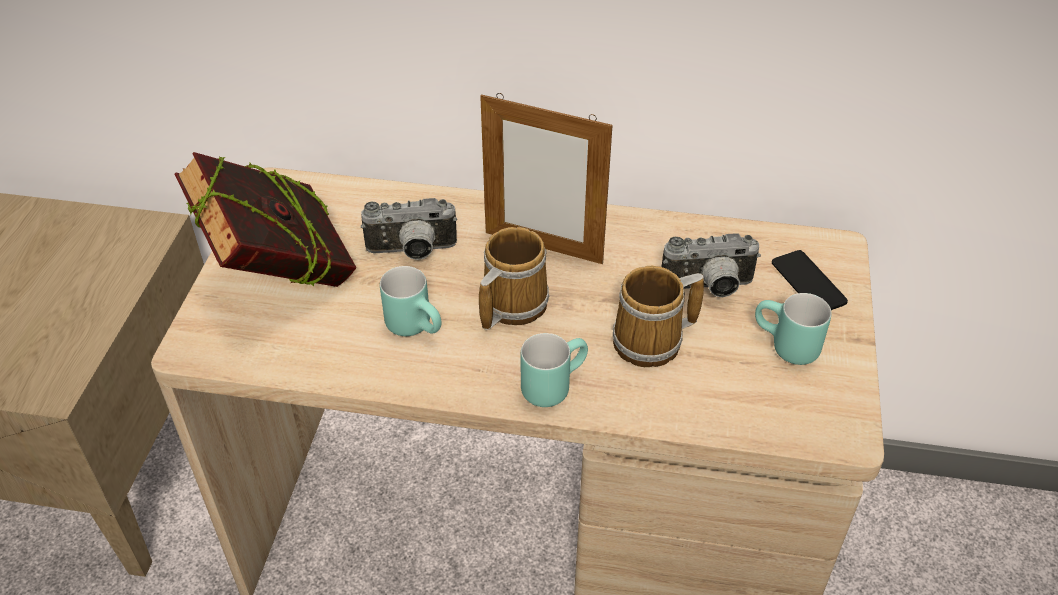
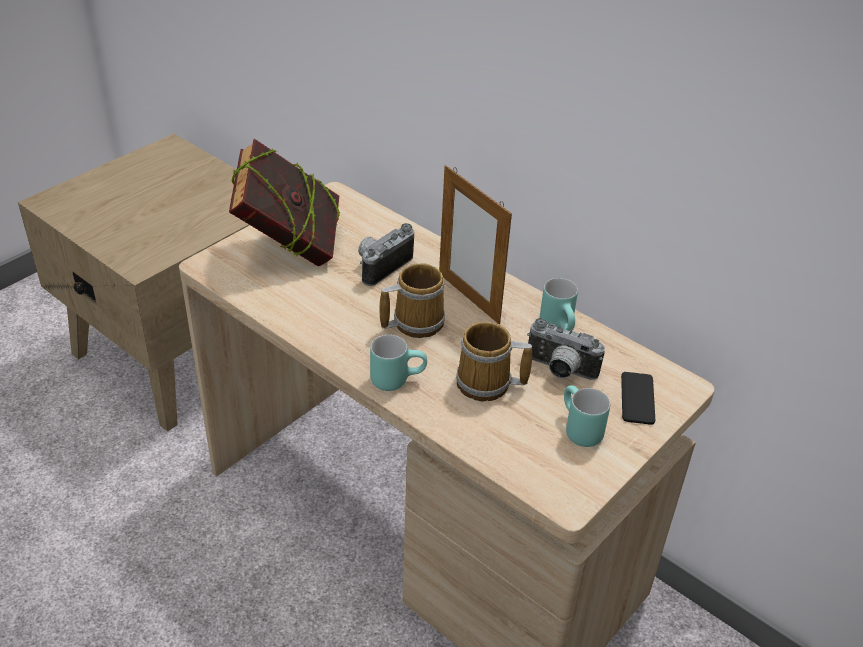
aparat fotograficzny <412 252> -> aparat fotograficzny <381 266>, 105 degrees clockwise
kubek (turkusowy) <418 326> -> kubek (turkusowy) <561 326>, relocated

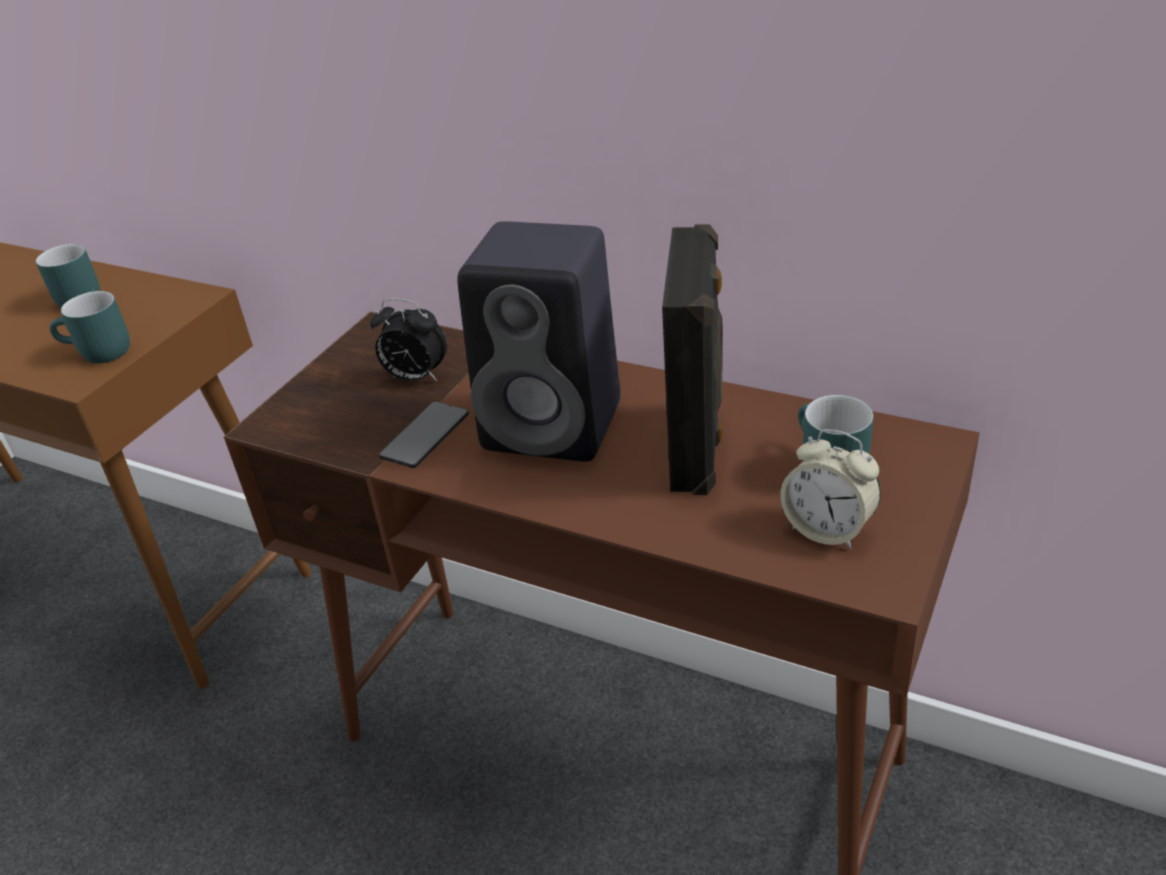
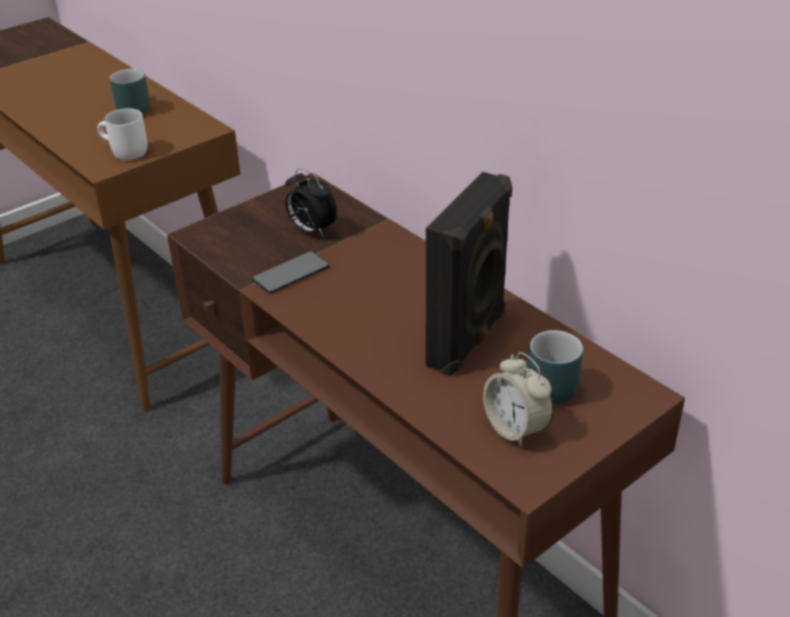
kubek (turkusowy) <98 354> -> kubek (biały) <124 153>
głośnik (czarny) <557 425> -> none

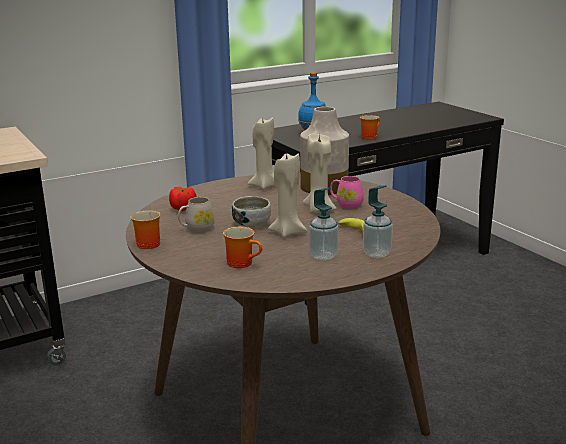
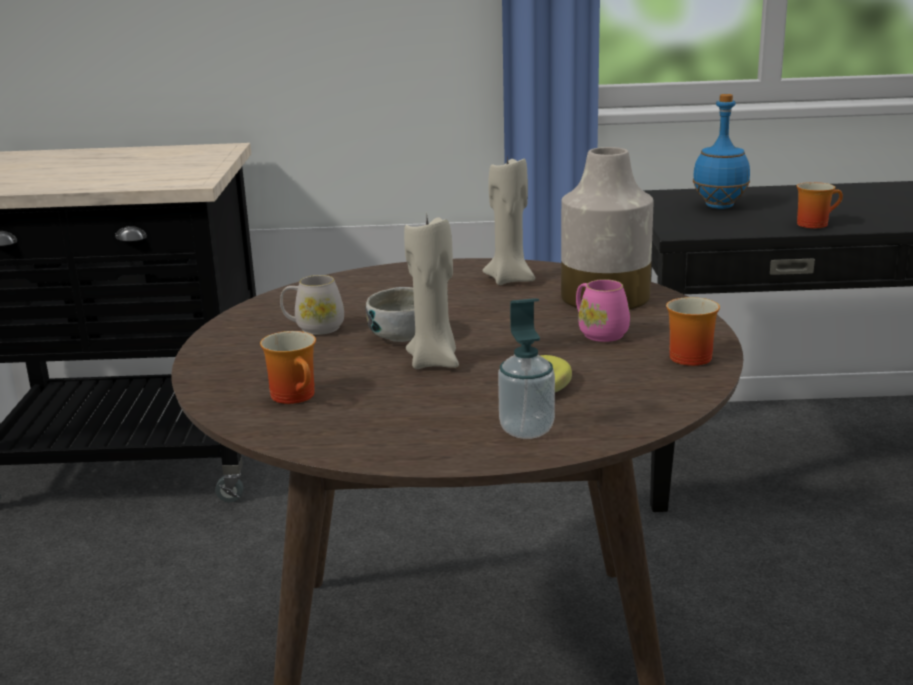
kubek <146 243> -> kubek <687 355>, relocated
pomidor <184 208> -> none
świeca (beżowy) <318 210> -> none
dozownik mydła <323 256> -> none

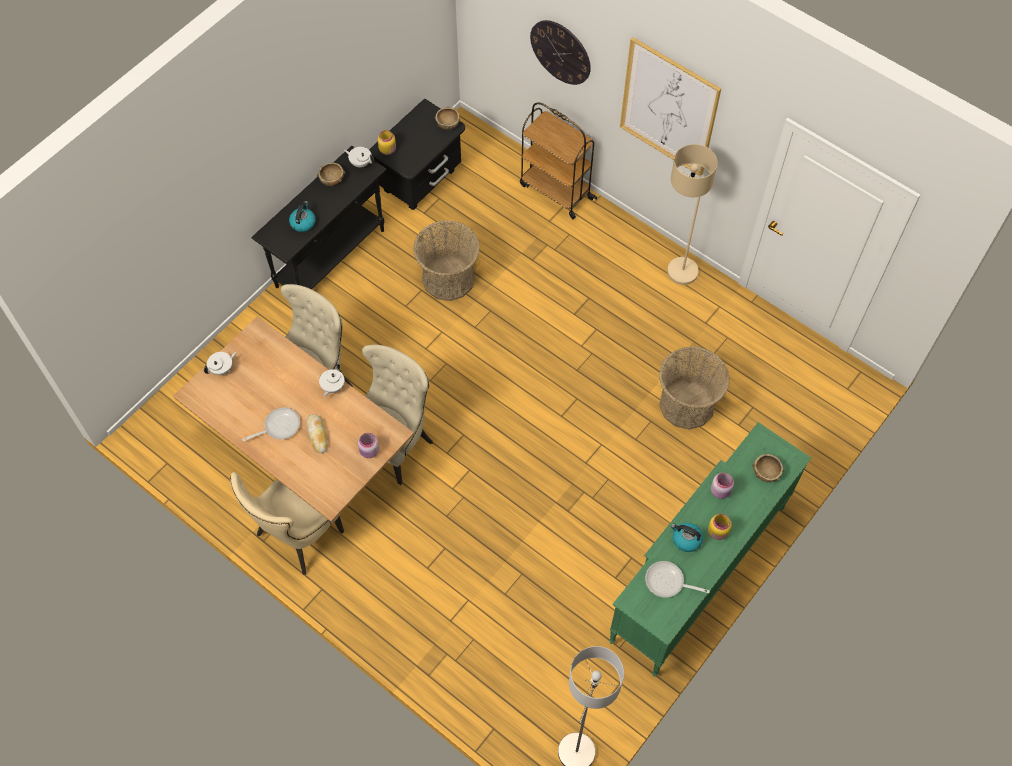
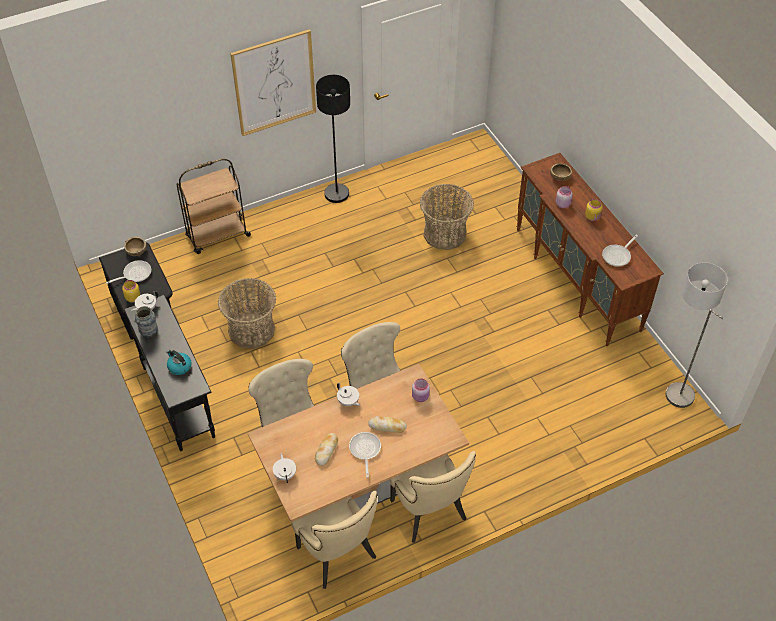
miska (brązowy) <332 179> -> wazon <149 333>
zegar ścienny <560 52> -> none
szafka (zielony) <696 573> -> szafka (brązowy) <576 279>
lampa stojąca (beżowy) <675 276> -> lampa stojąca (czarny) <338 199>
czajnik <686 539> -> none
none -> patelnia <134 274>
none -> krzesło (beżowy) <337 555>
none -> chleb <326 450>

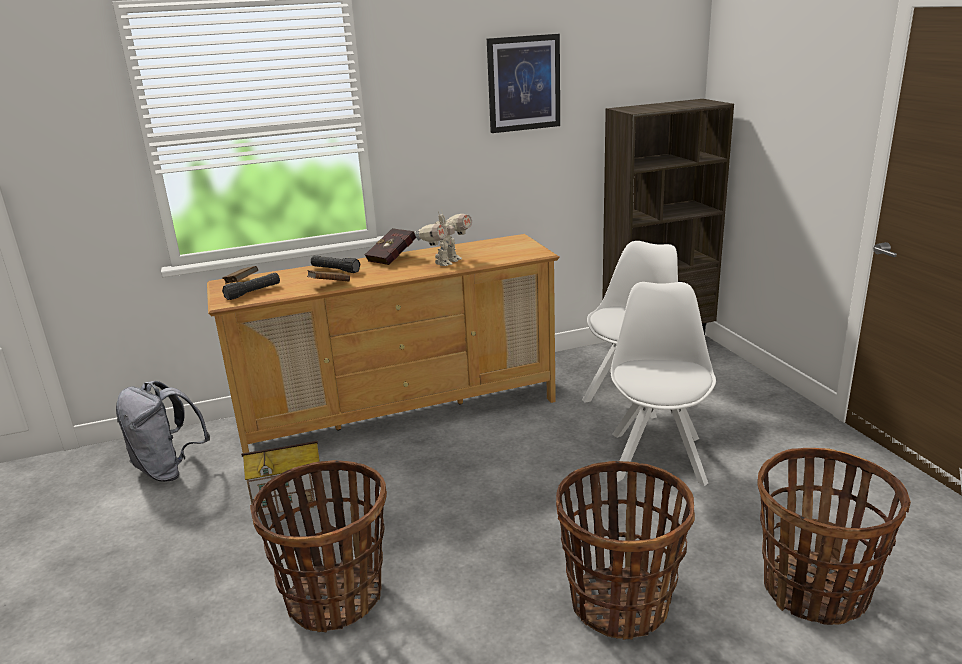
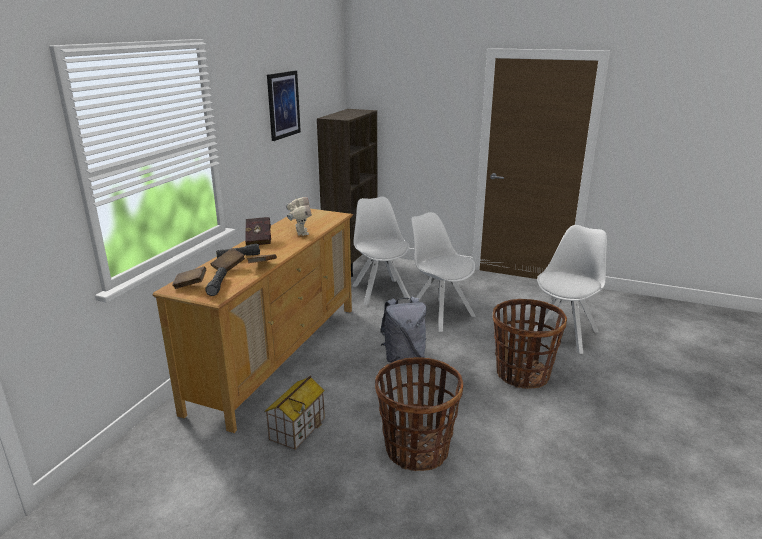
plecak (szary) <169 469> -> plecak (szary) <403 357>, relocated
koszyk <814 591> -> krzesło (biały) <564 334>
none -> książka (brązowy) <228 267>

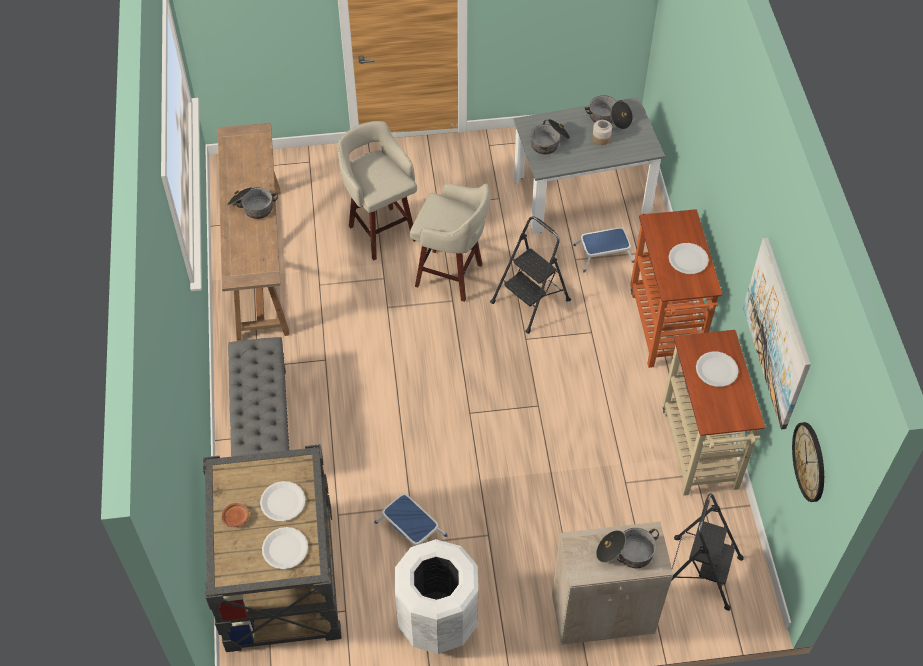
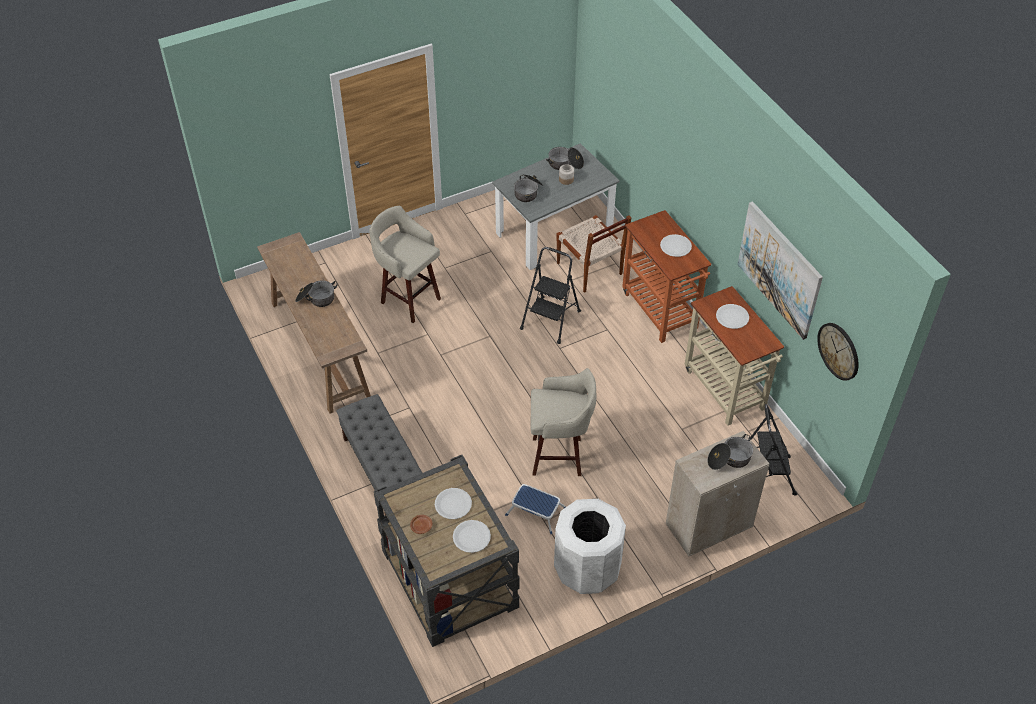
stołek (beżowy) <452 276> -> stołek (beżowy) <560 457>, relocated
drabinka (niebieski) <603 253> -> krzesło <590 270>

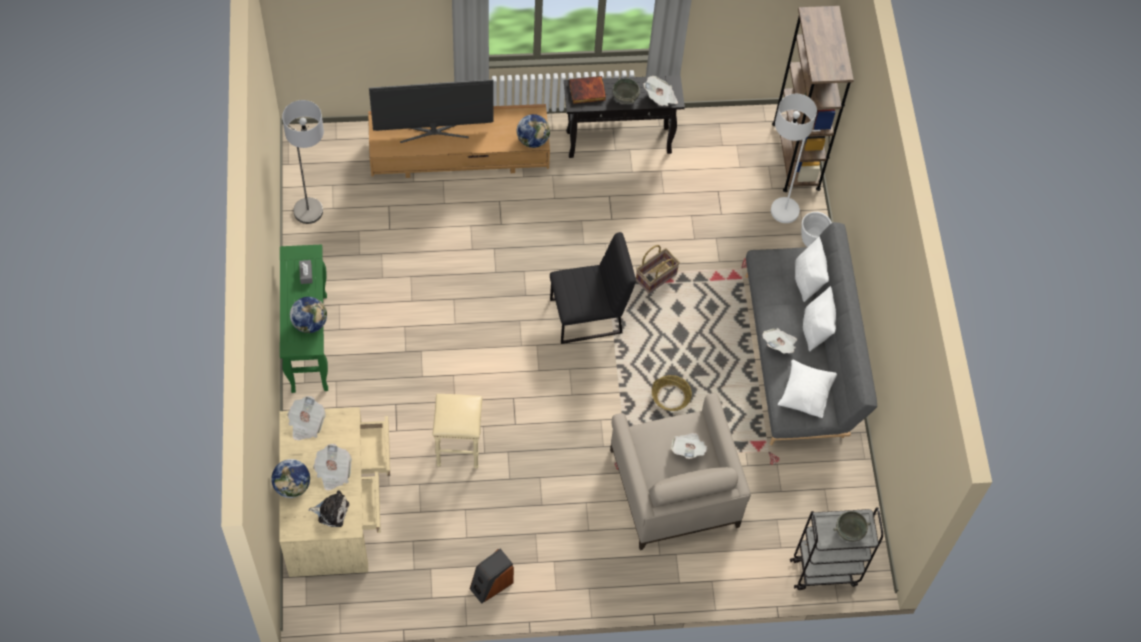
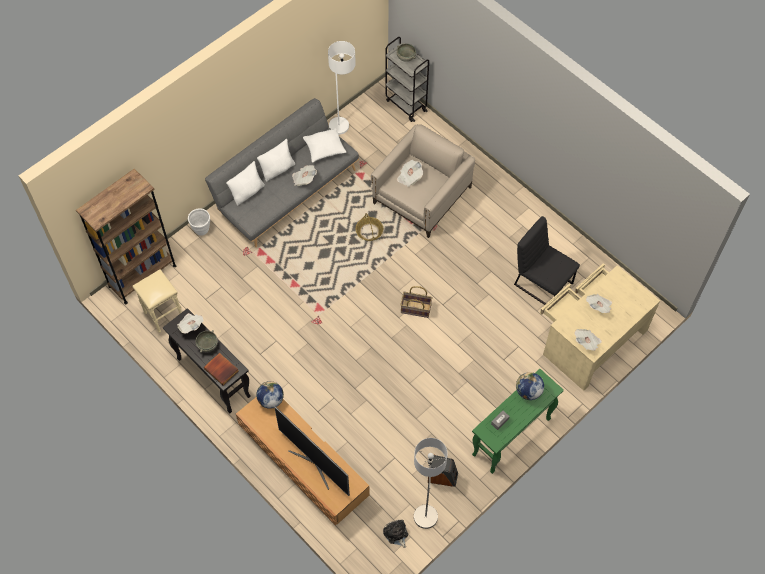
globus <293 486> -> none
pluszak <331 511> -> pluszak <396 534>, relocated
stołek (beżowy) <459 448> -> stołek (beżowy) <162 315>, relocated
głośnik <491 584> -> głośnik <442 477>, relocated
krzesło (czarny) <588 316> -> krzesło (czarny) <542 282>, relocated
koszyk <656 276> -> koszyk <415 309>, relocated
lampa stojąca (biały) <776 211> -> lampa stojąca (biały) <343 130>, relocated

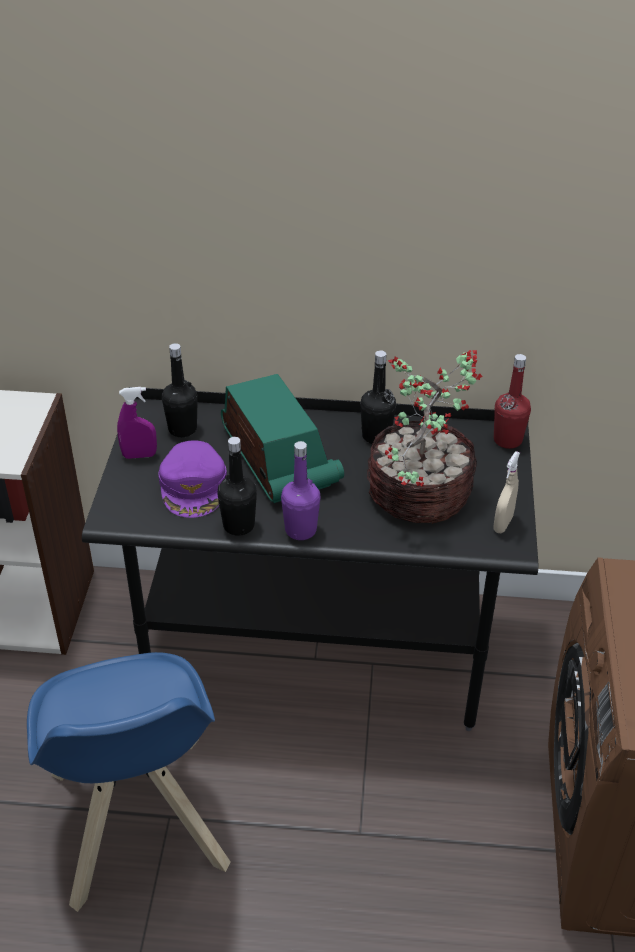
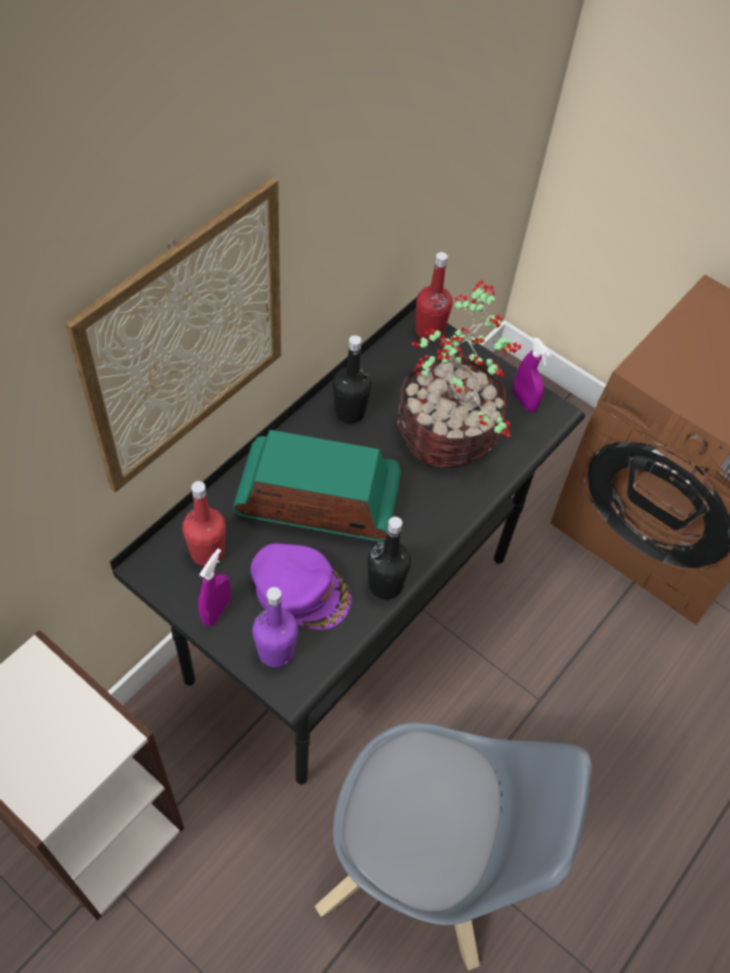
krzesło (niebieski) <138 824> -> krzesło (szary) <423 866>
butelka (czarny) <182 429> -> butelka (czerwony) <207 552>
butelka (fioletowy) <300 530> -> butelka (fioletowy) <276 651>, relocated
spryskiwacz (beżowy) <503 524> -> spryskiwacz (fioletowy) <524 401>
none -> obraz <186 337>

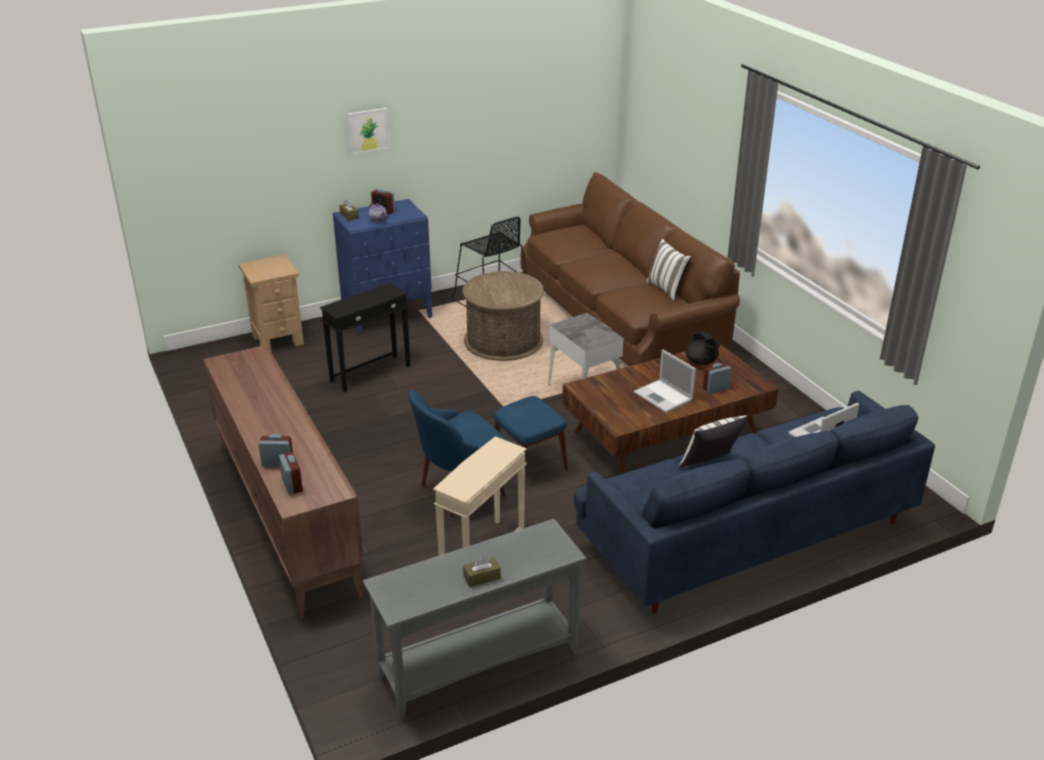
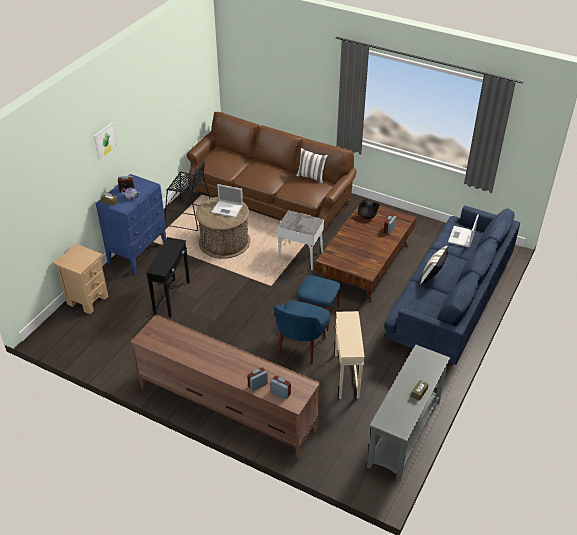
laptop <664 396> -> laptop <227 209>, relocated

